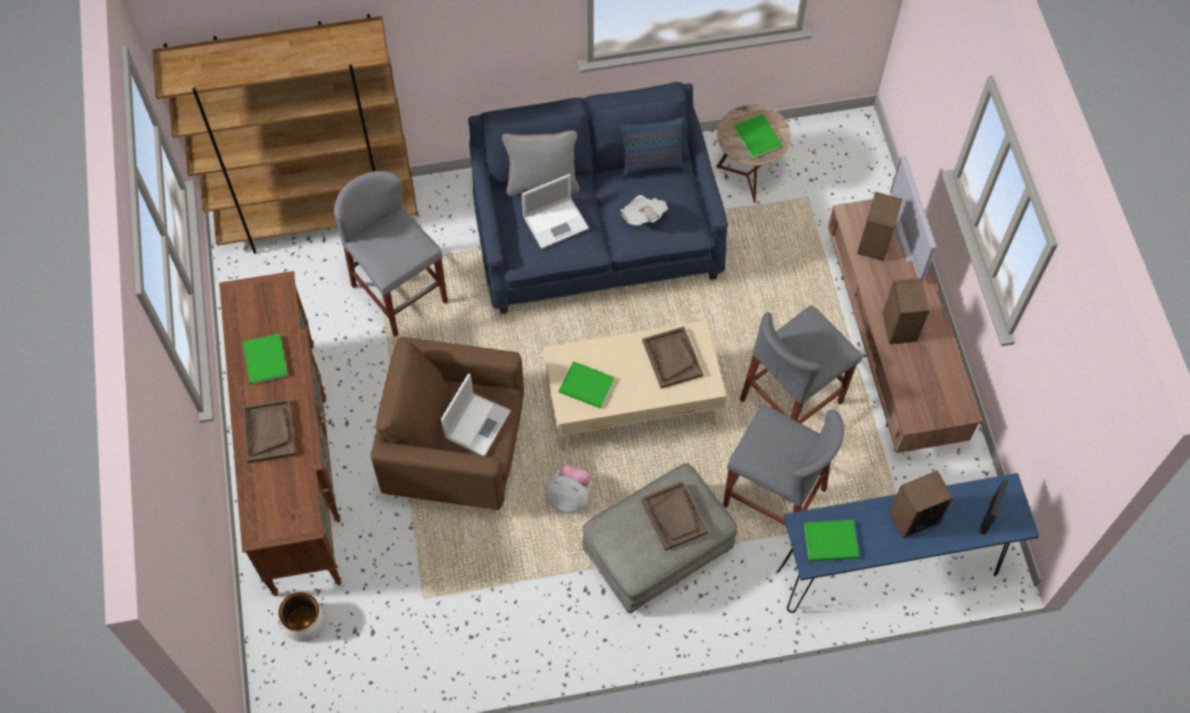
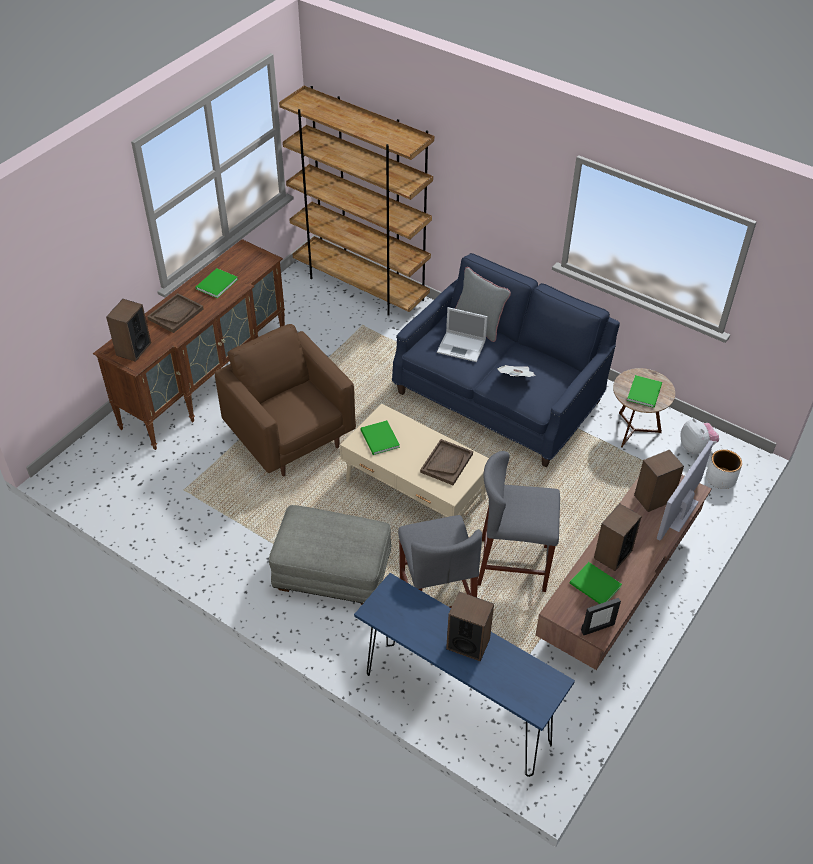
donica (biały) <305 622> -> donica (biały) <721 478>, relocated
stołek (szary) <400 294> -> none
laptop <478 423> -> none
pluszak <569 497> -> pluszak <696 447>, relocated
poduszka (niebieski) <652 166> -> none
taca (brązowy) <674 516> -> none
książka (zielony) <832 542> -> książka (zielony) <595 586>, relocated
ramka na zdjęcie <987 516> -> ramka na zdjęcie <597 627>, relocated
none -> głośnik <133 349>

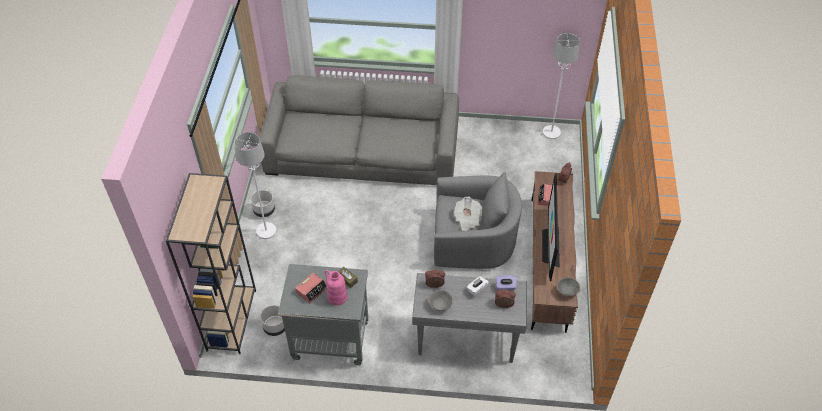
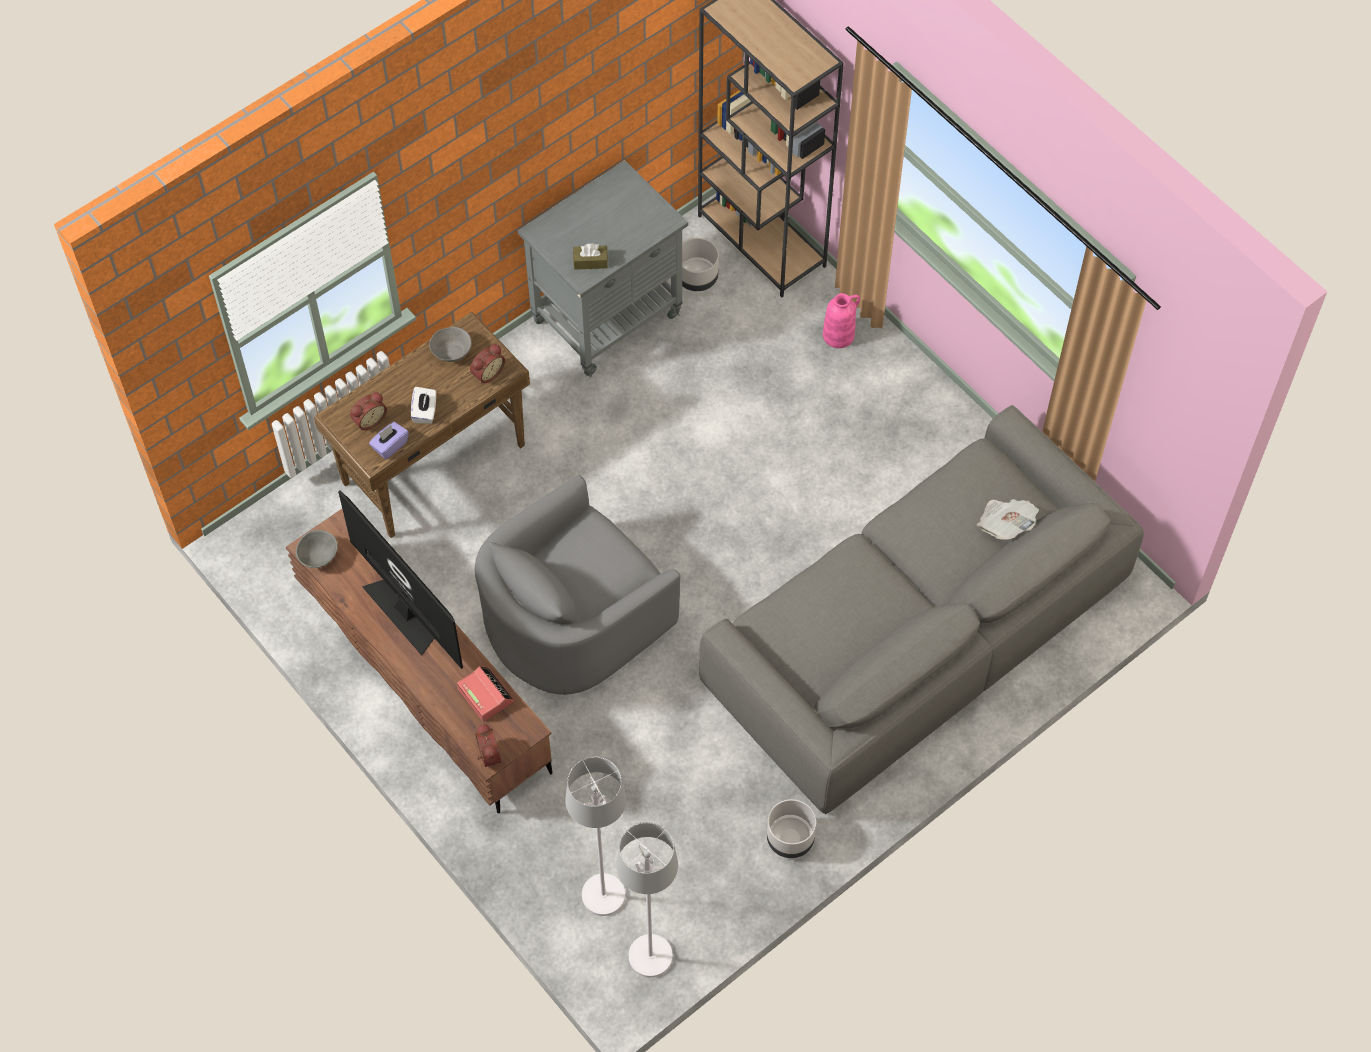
lampa stojąca (biały) <266 231> -> lampa stojąca (biały) <603 895>, relocated
donica (szary) <264 210> -> donica (szary) <790 839>, relocated
budzik <311 290> -> none
wazon (różowy) <337 297> -> wazon (różowy) <839 335>, relocated
stolik konsolowy (szary) <465 339> -> stolik konsolowy (brązowy) <434 463>
gazeta <467 219> -> gazeta <1005 524>, relocated

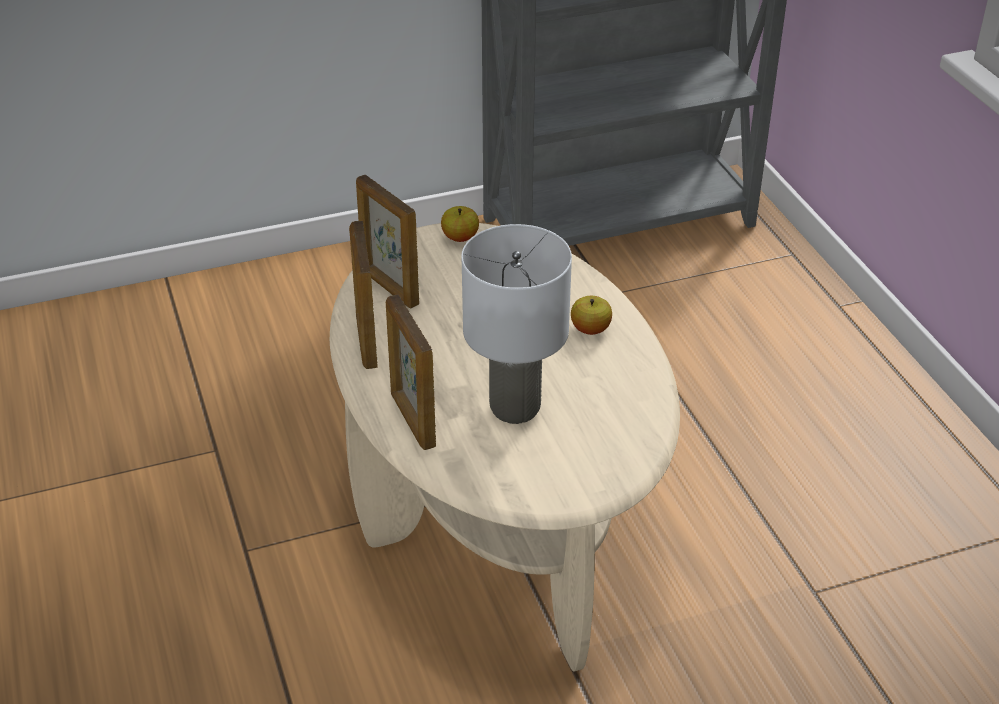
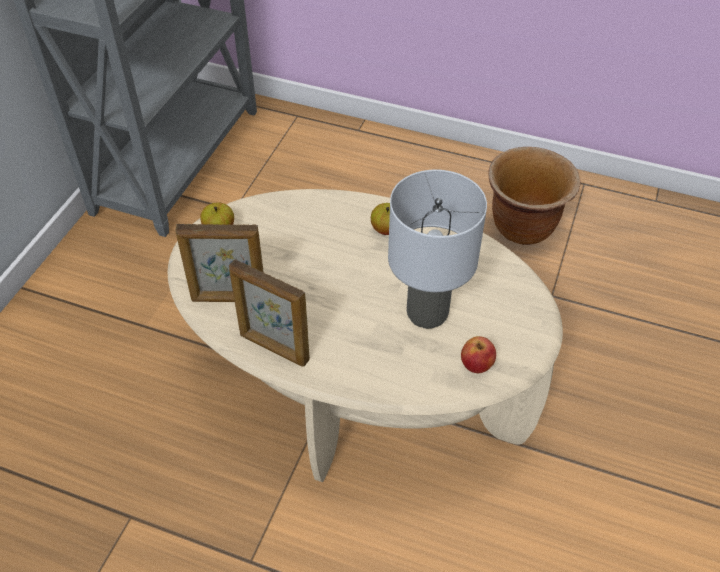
ramka na zdjęcie <412 420> -> none
none -> jabłko <476 365>
none -> donica (brązowy) <523 228>

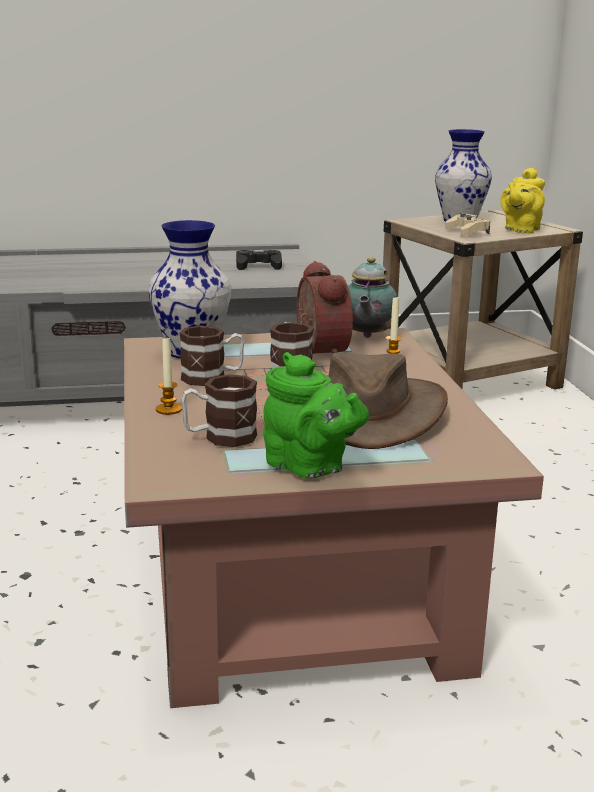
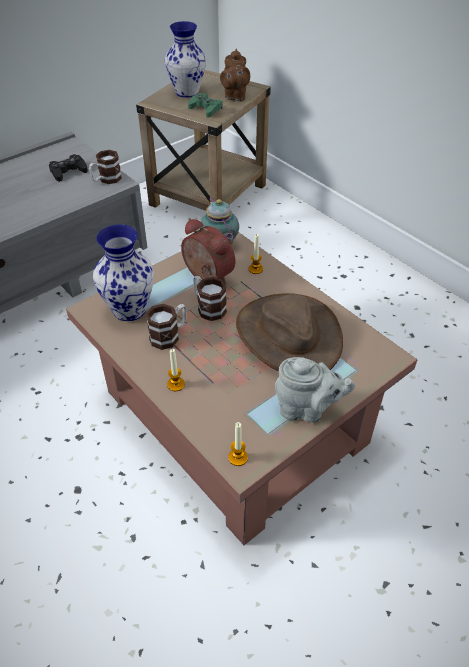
kubek <220 437> -> kubek <106 179>, relocated
imbryk (zielony) <310 467> -> imbryk (szary) <307 409>
pad do gier (beżowy) <467 232> -> pad do gier (zielony) <205 109>
imbryk (żółty) <520 230> -> imbryk (brązowy) <235 96>
none -> świeca <238 457>

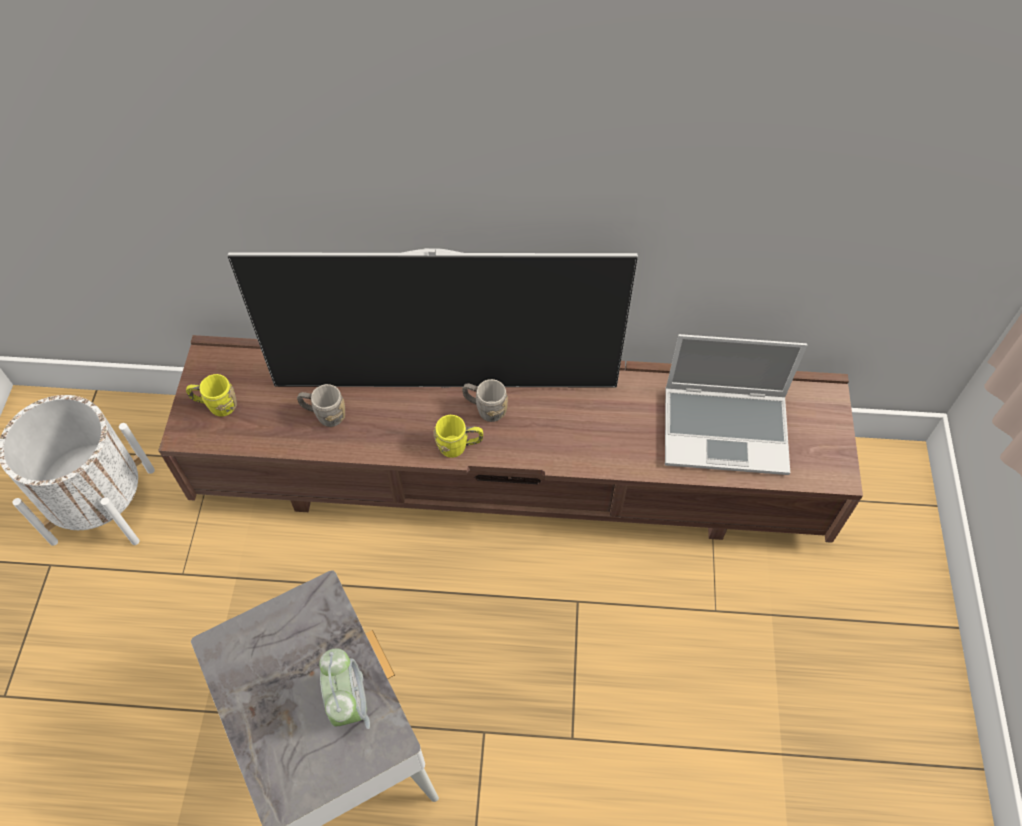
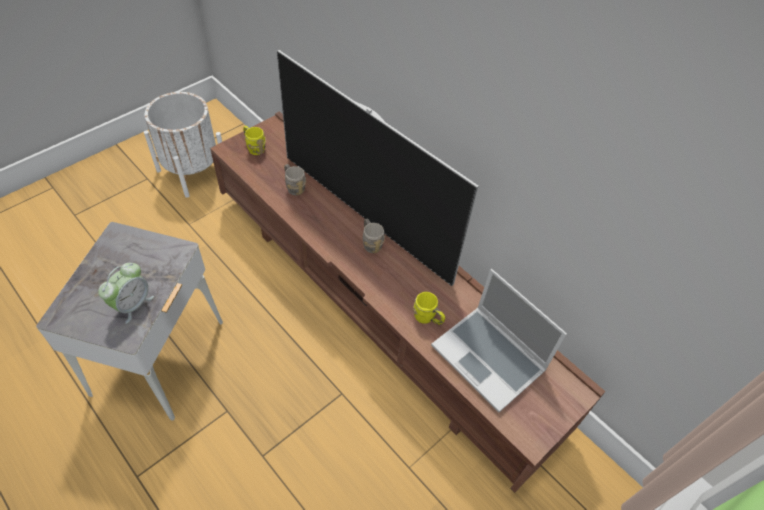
kubek (żółty) <459 446> -> kubek (żółty) <427 318>, relocated

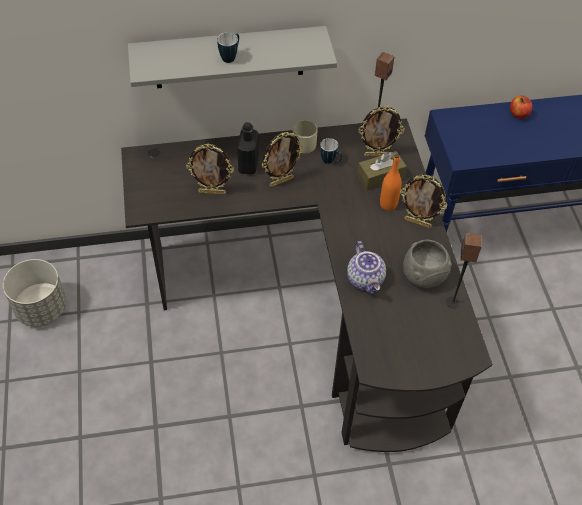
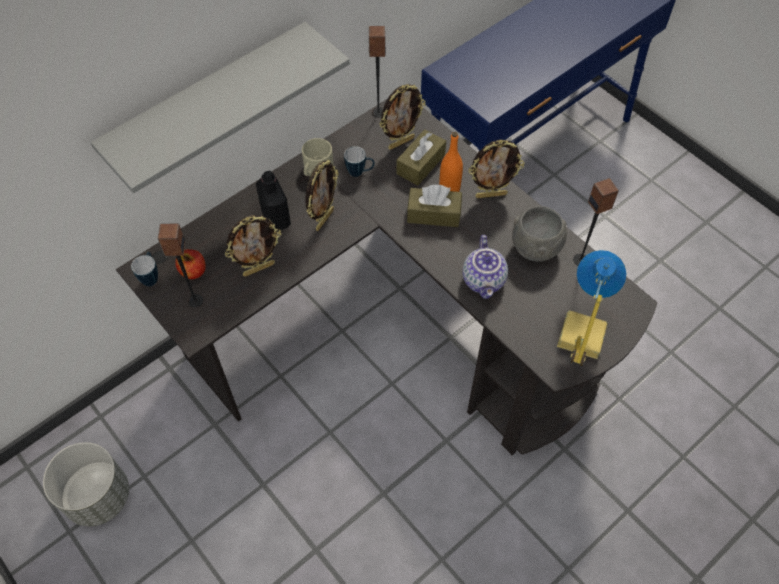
kubek <230 57> -> kubek <151 277>, relocated
imbryk <366 280> -> imbryk <484 281>, 45 degrees clockwise
jabłko <518 114> -> jabłko <193 271>, relocated
none -> głośnik <195 301>
none -> pudełko chusteczek (brązowy) <433 214>
none -> lampa stołowa <579 336>

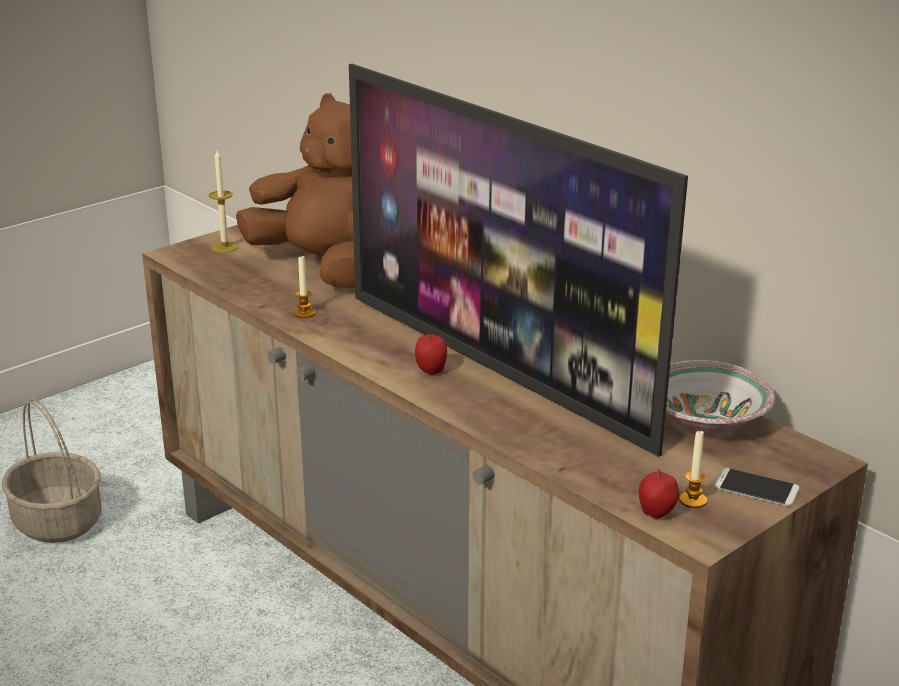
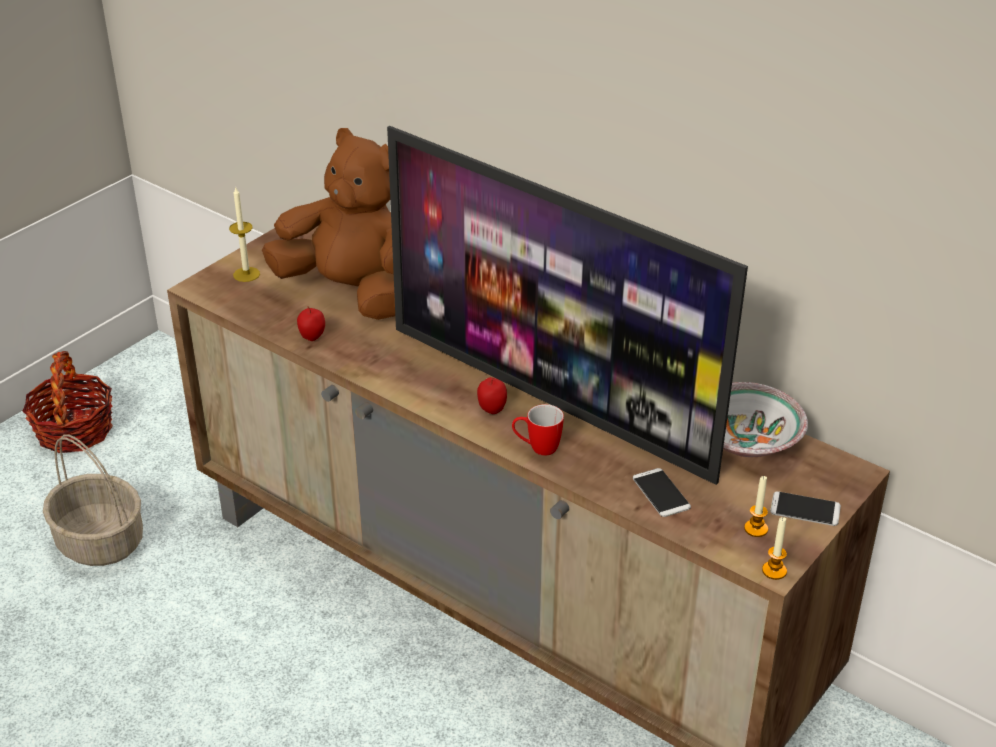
świeca <304 313> -> świeca <774 571>, relocated
jabłko <656 514> -> jabłko <312 338>, relocated
none -> koszyk <74 430>
none -> kubek <537 448>
none -> telefon <661 493>

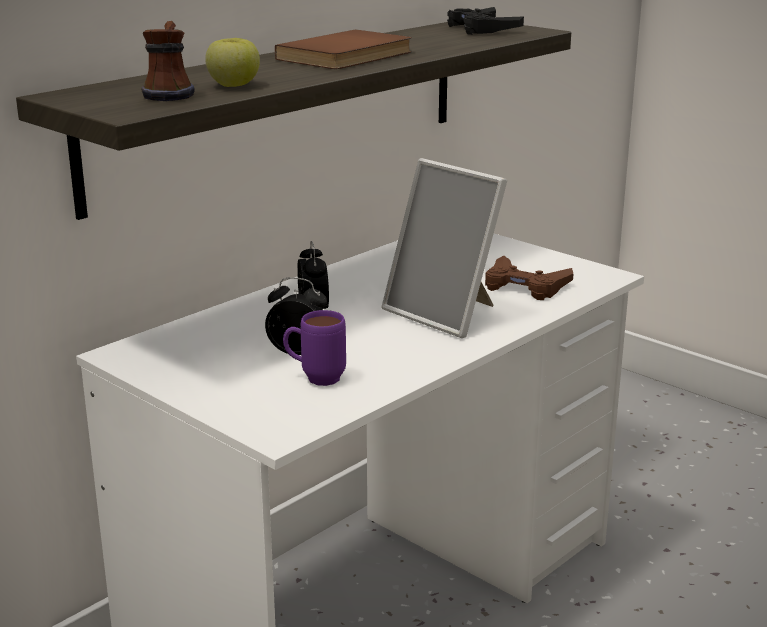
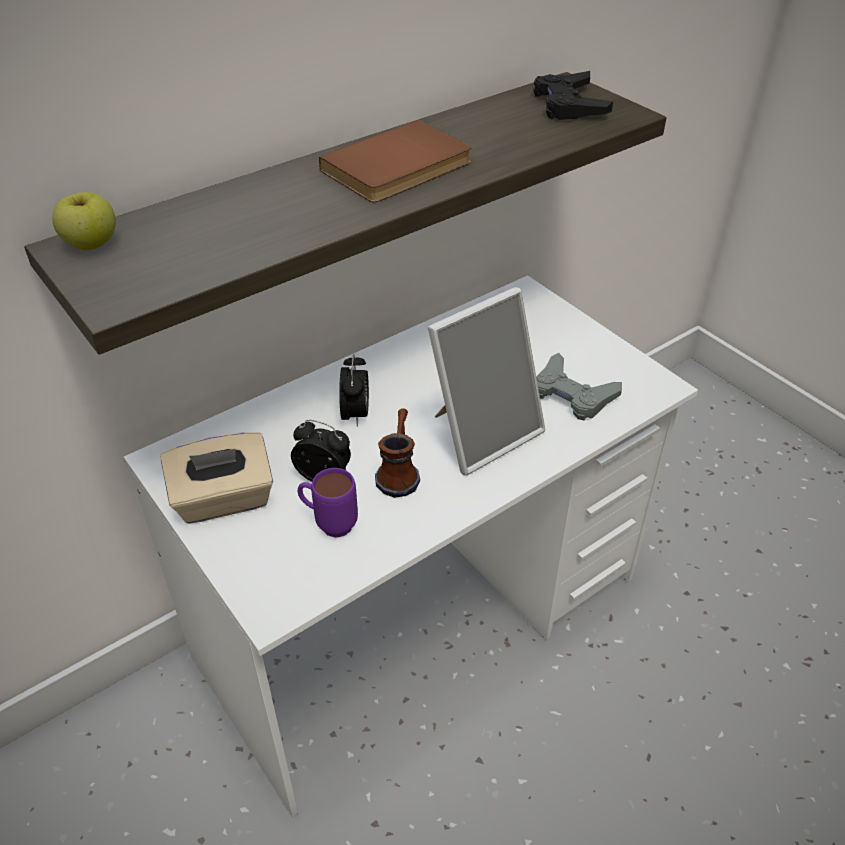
kubek <170 92> -> kubek <399 472>, relocated
jabłko <233 85> -> jabłko <91 244>, relocated
ramka na zdjęcie <446 314> -> ramka na zdjęcie <482 432>, 90 degrees counterclockwise
pad do gier (brązowy) <525 286> -> pad do gier (szary) <572 394>
none -> pudełko chusteczek (beżowy) <224 500>

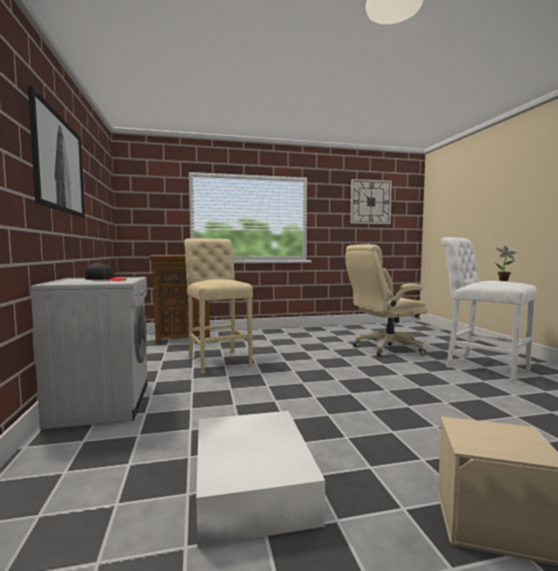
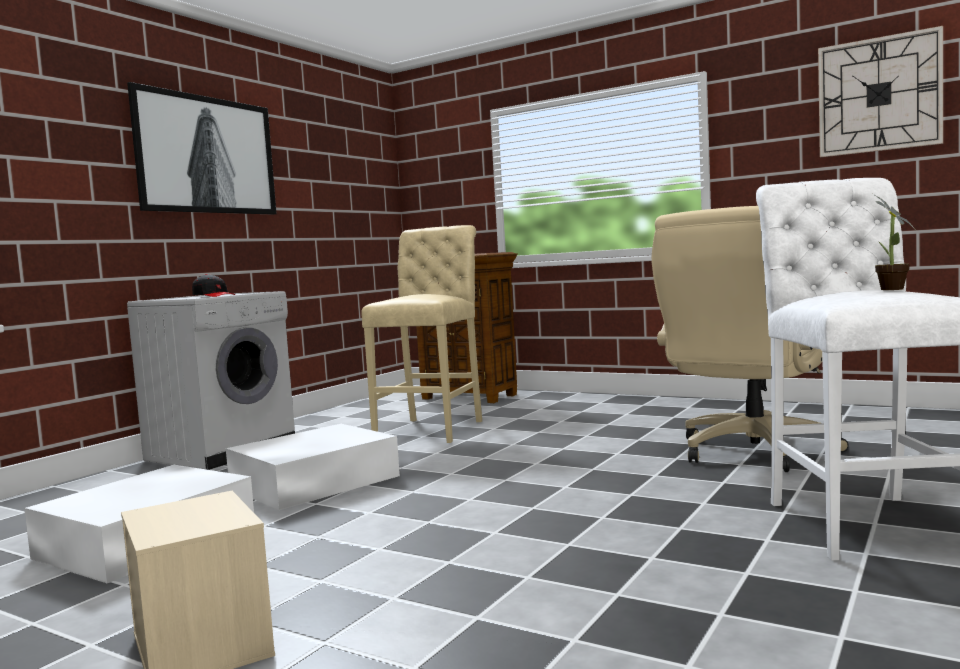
krzesło biurowe (beżowy) <384 348> -> krzesło biurowe (beżowy) <748 453>, 75 degrees counterclockwise
none -> pojemnik do przechowywania (biały) <312 482>

